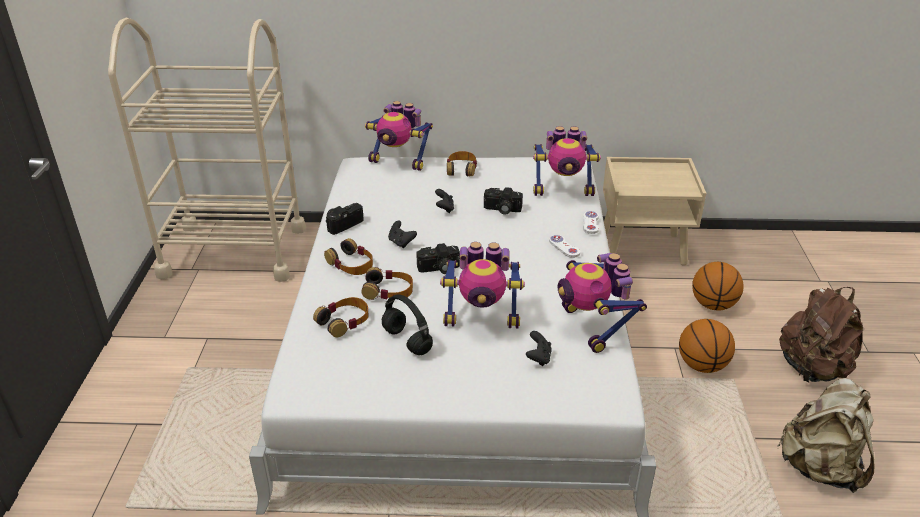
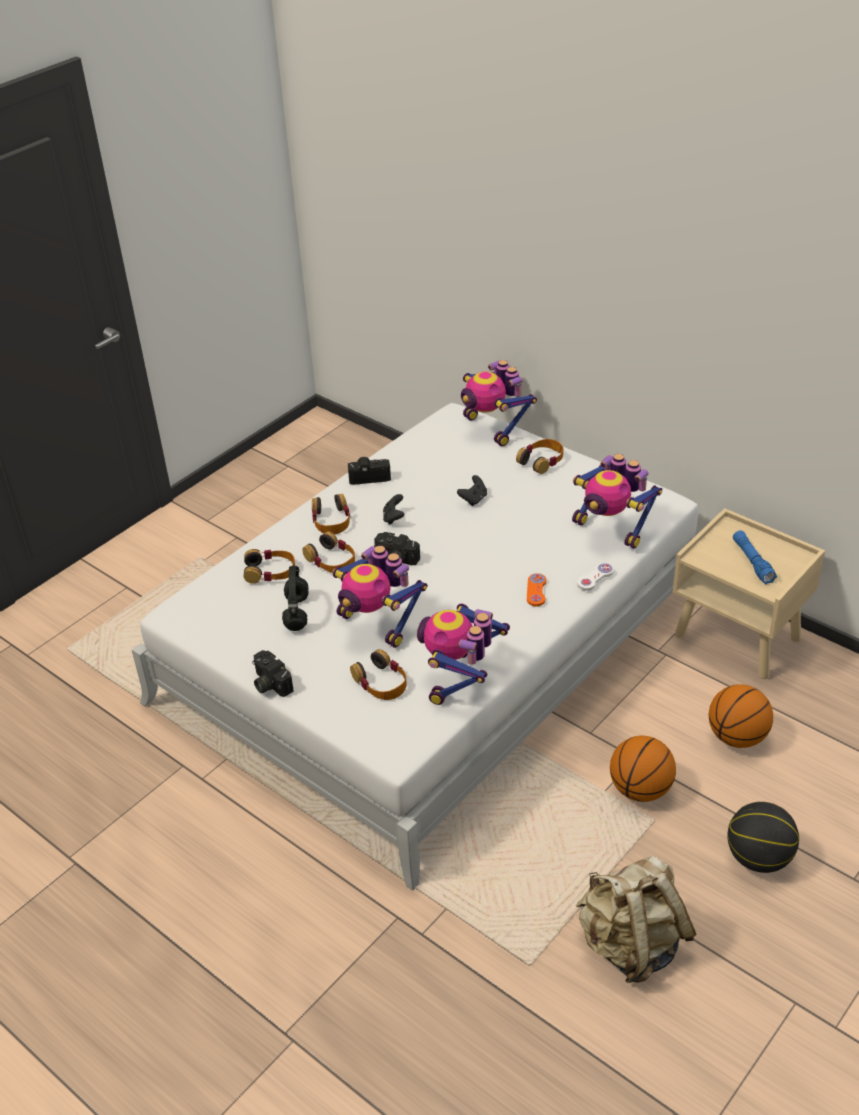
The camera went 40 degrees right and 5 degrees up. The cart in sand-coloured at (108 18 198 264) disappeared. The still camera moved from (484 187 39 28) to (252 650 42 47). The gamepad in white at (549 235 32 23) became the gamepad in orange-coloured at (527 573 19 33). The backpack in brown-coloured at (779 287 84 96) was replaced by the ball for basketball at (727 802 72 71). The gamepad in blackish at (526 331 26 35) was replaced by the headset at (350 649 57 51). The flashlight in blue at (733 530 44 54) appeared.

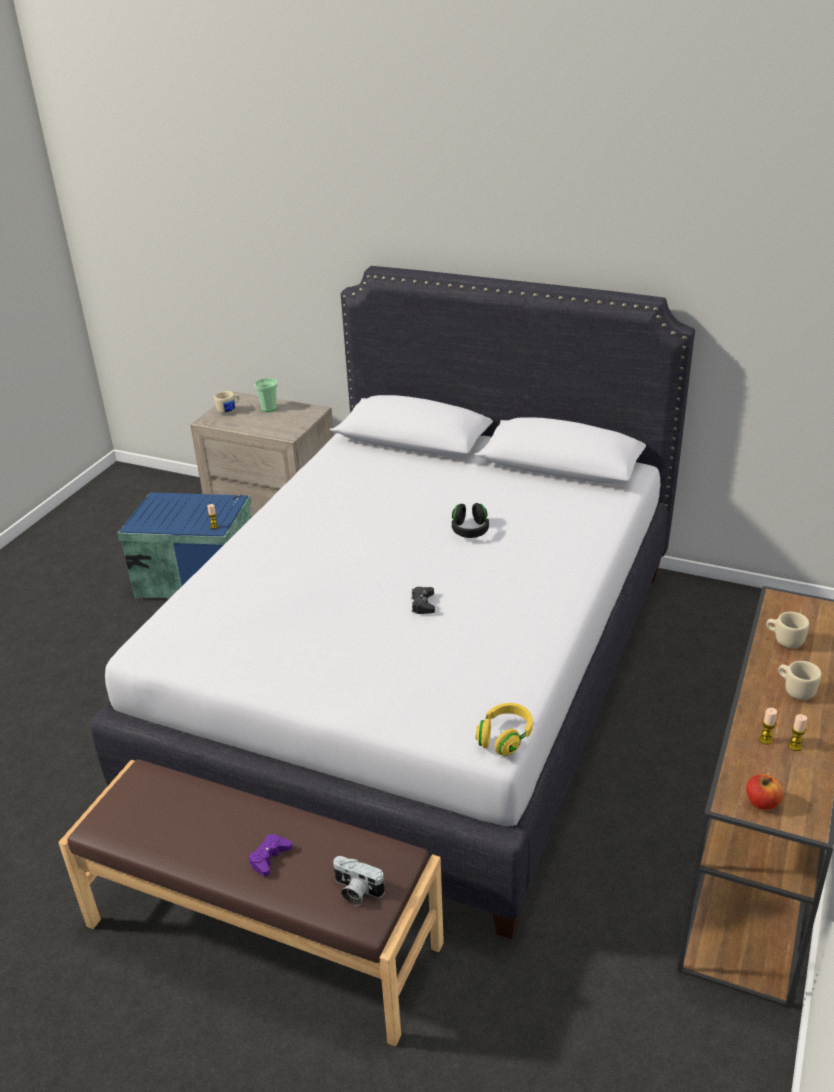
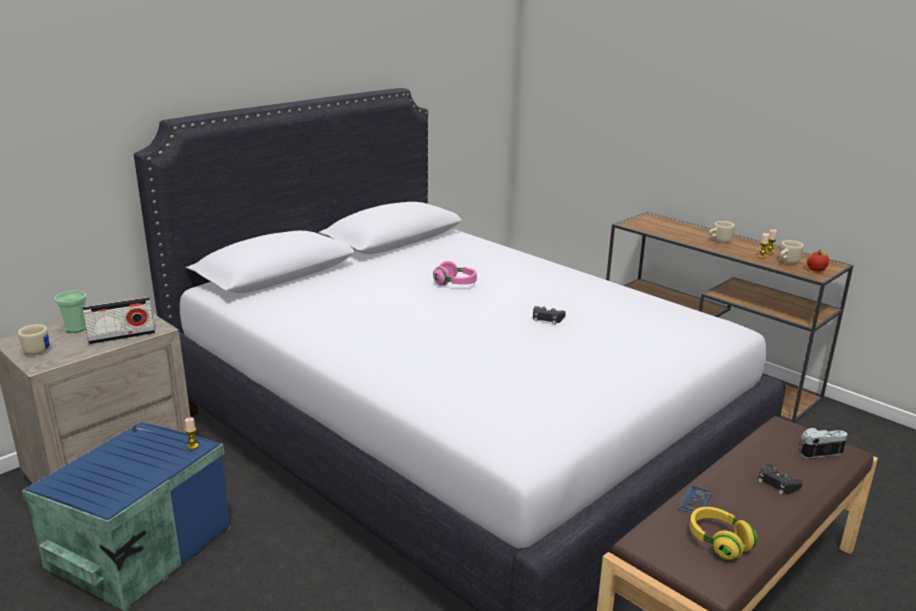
The camera went 70 degrees left and 10 degrees down. The headset in blackish at (452 503 37 35) became the headset in pinkish at (433 261 44 25). The mug in sand-coloured moved from (766 612 43 36) to (780 240 24 24). The headset in yellow moved from (476 703 57 53) to (689 507 68 53). The gamepad in purple-coloured at (249 834 43 42) became the gamepad in blackish at (758 464 45 31). The still camera at (333 856 52 50) turned 150 degrees counterclockwise. The radio receiver at (82 297 73 47) appeared. The phone at (678 485 34 28) appeared.

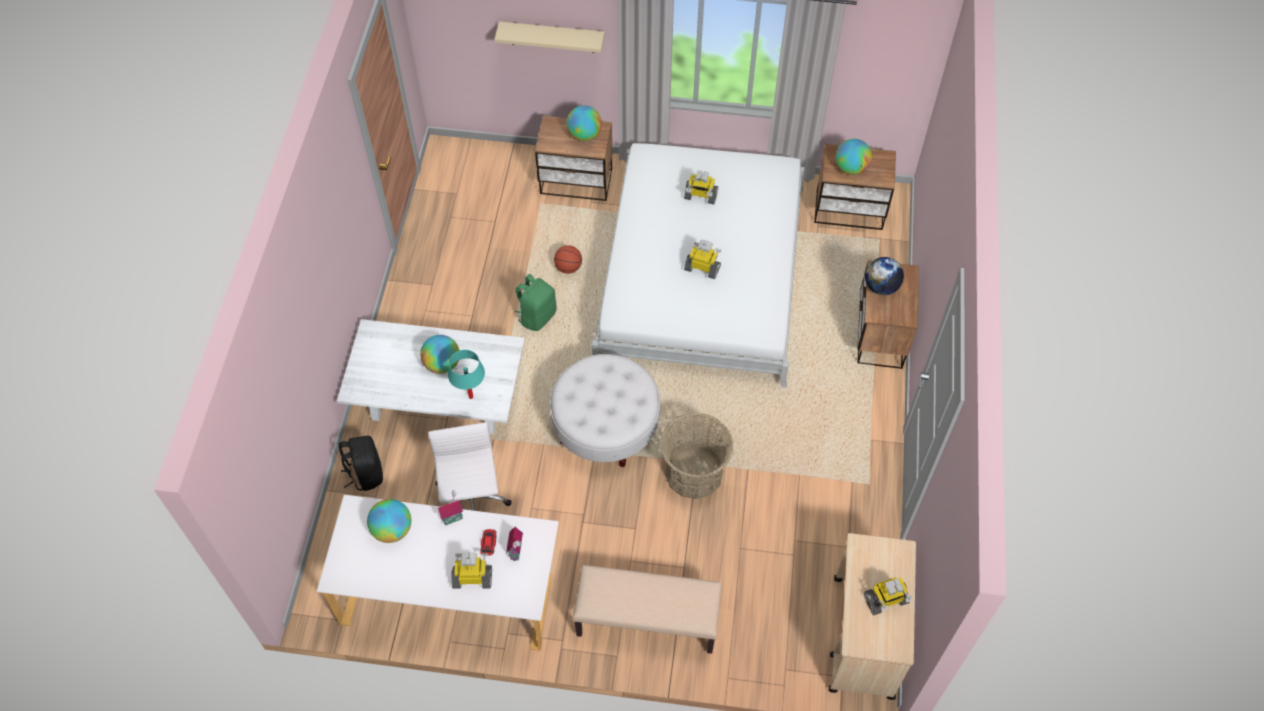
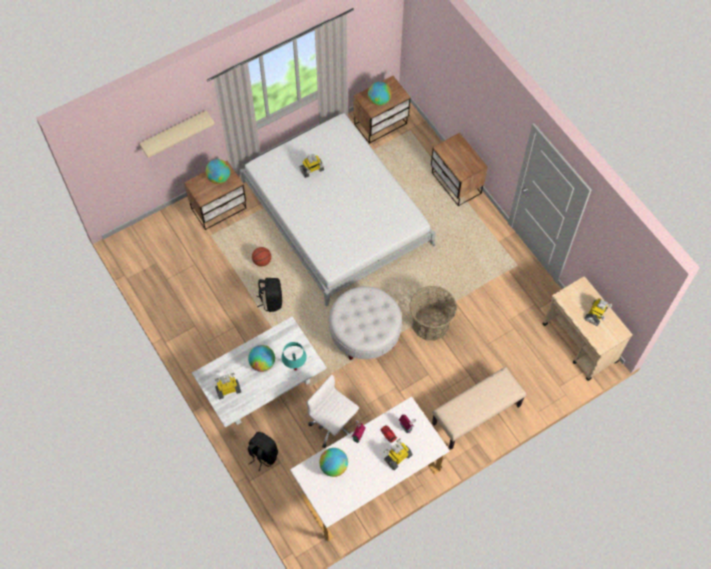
The camera went 40 degrees left and 5 degrees up. The model robot moved from (684 240 37 39) to (215 373 26 27). The world globe at (865 257 39 38) disappeared. The backpack in green-coloured at (514 274 43 57) became the backpack in blackish at (256 278 26 34).

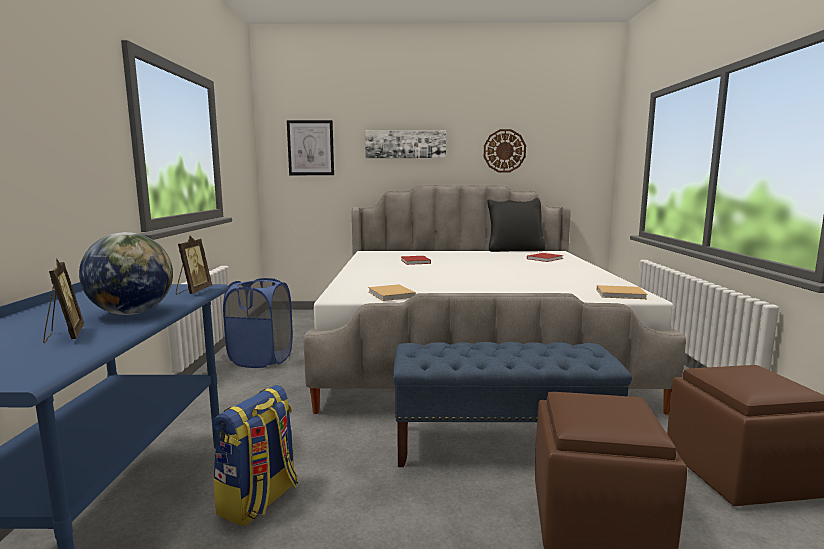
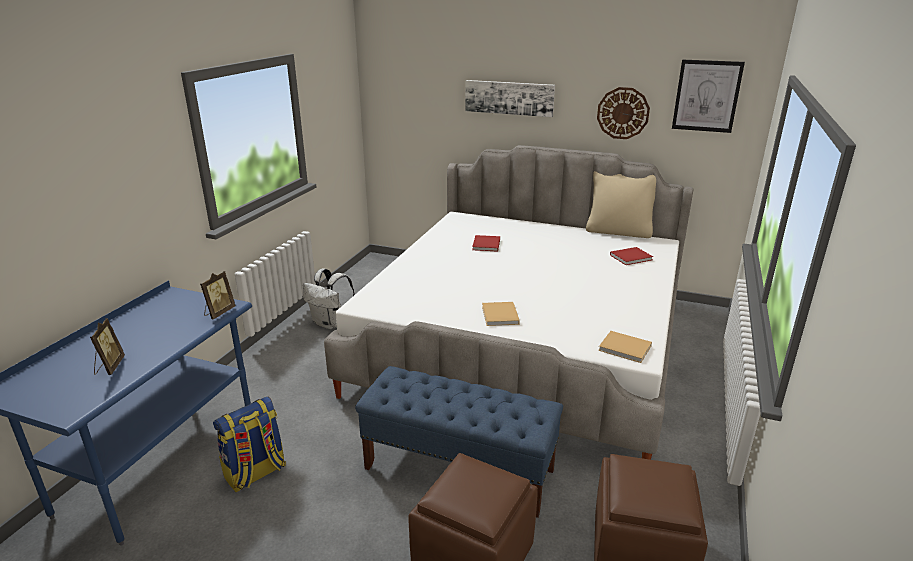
The camera went 20 degrees right and 15 degrees up. The wall picture moved from (287 120 47 55) to (672 60 73 73). The cushion in blackish at (487 198 58 54) became the cushion in sand-coloured at (586 171 70 67). The world globe at (79 232 94 83) disappeared. The laundry basket in blue at (223 278 70 90) was replaced by the backpack in white at (303 269 52 60). The book in sand-coloured moved from (368 284 48 17) to (482 302 38 24).

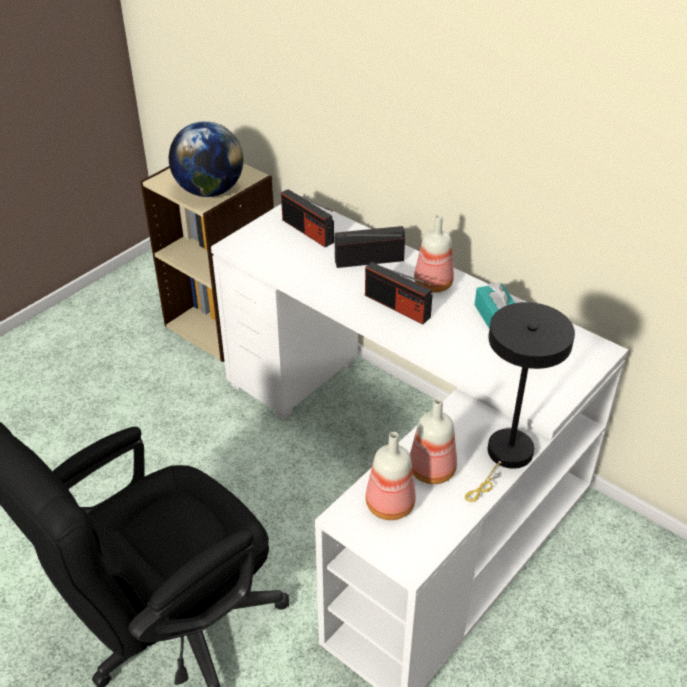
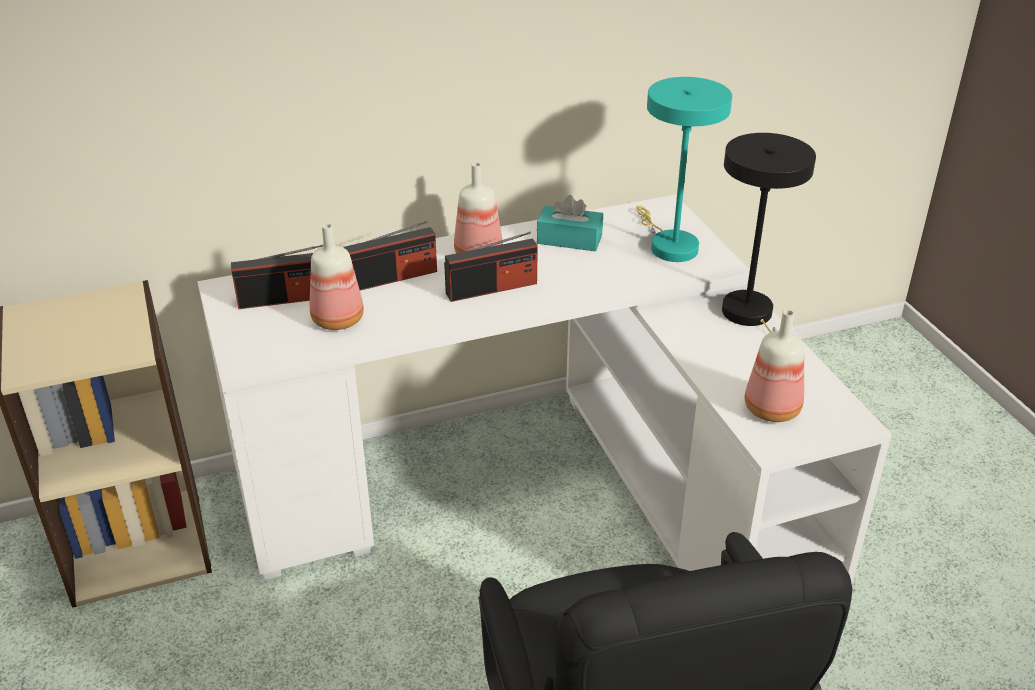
The camera went 60 degrees left and 5 degrees down. The world globe at (169 121 74 76) disappeared. The radio receiver at (335 226 70 42) turned 135 degrees counterclockwise. The beverage bottle moved from (410 398 47 86) to (310 224 54 106). The lamp for a table in turquoise at (636 77 96 185) appeared.

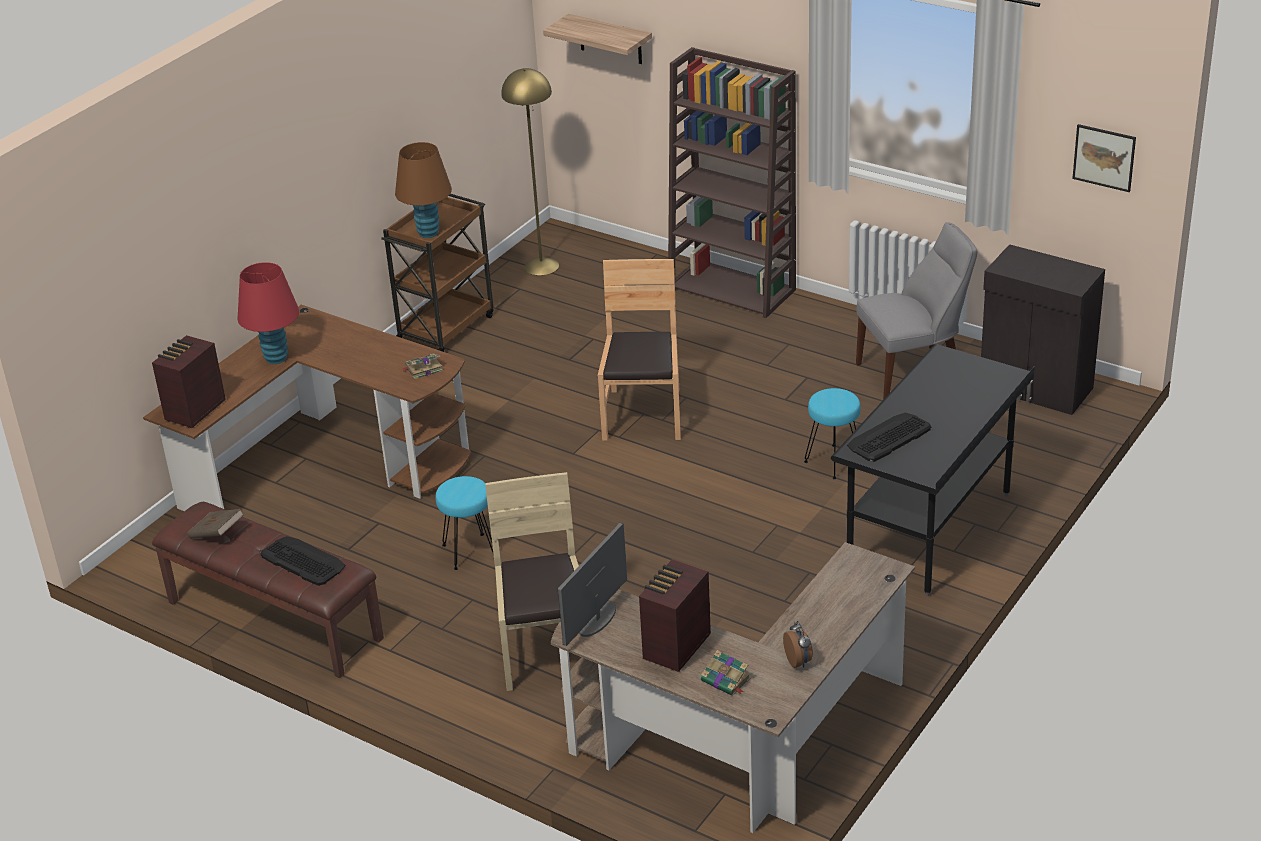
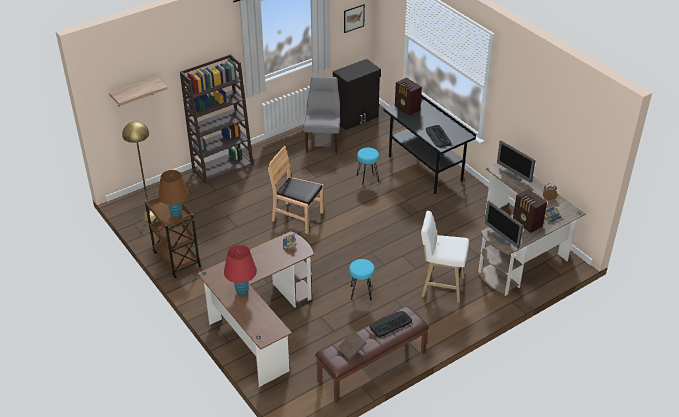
The camera went 70 degrees left and 5 degrees up. The radio receiver moved from (152 335 74 93) to (395 77 27 39). The plain chair in sand-coloured at (485 472 94 219) was replaced by the sitting stool in white at (421 211 48 92). The computer screen at (497 140 39 43) appeared.

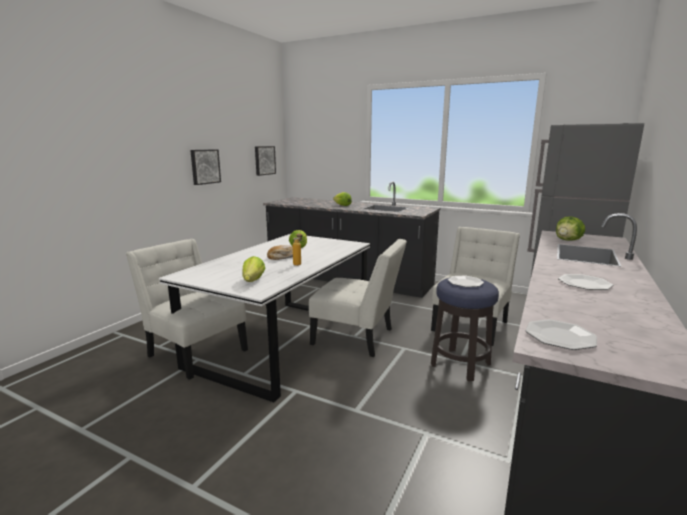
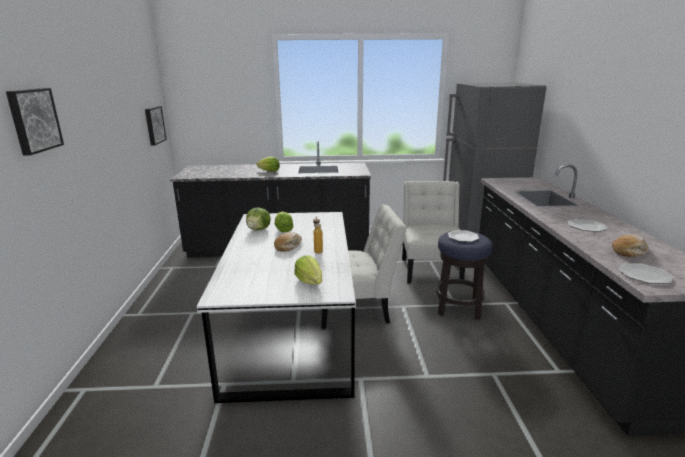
The camera went 30 degrees left and 5 degrees up. The wall picture moved from (190 149 31 36) to (6 88 58 68). The head of lettuce moved from (556 217 29 24) to (246 208 25 22). The plain chair in white at (126 239 122 141) disappeared. The bakery bread at (612 235 37 22) appeared.

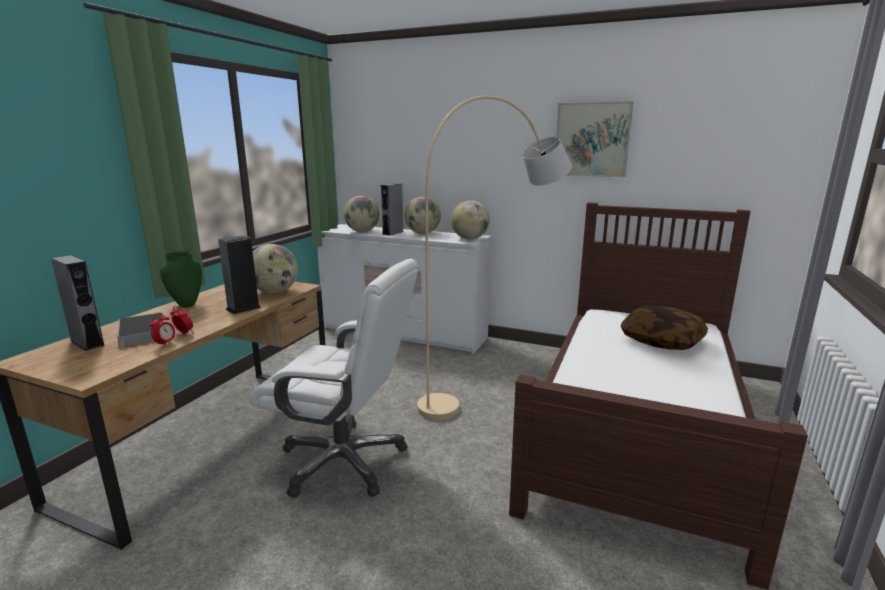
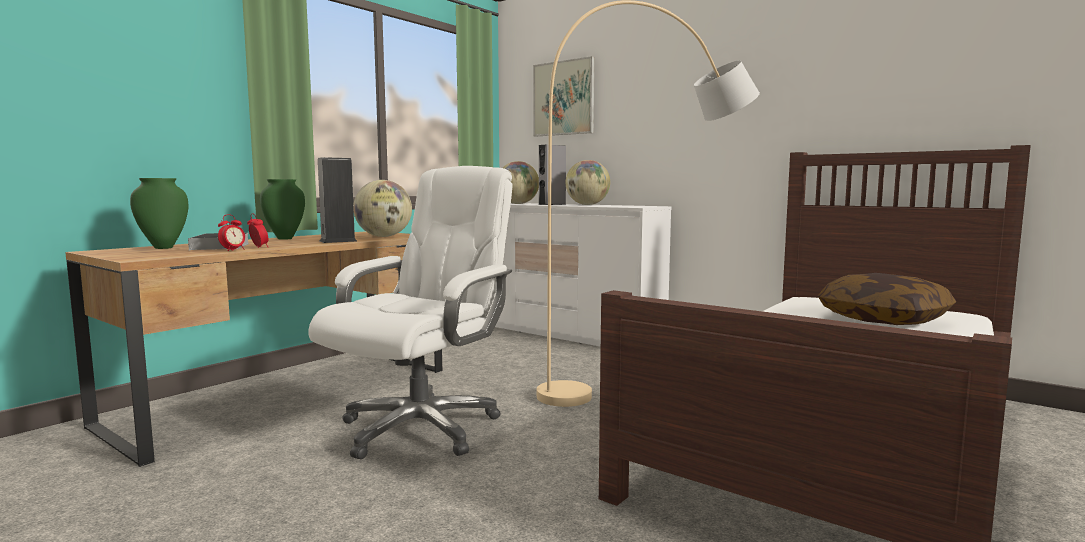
The camera went 15 degrees right and 10 degrees down. The wall picture moved from (556 101 77 76) to (533 56 61 81). The world globe at (451 200 39 39) disappeared. The loudspeaker in grey at (51 255 54 96) was replaced by the decorative vase in green-coloured at (130 178 59 71). The office chair in white at (250 259 168 239) turned 90 degrees counterclockwise.

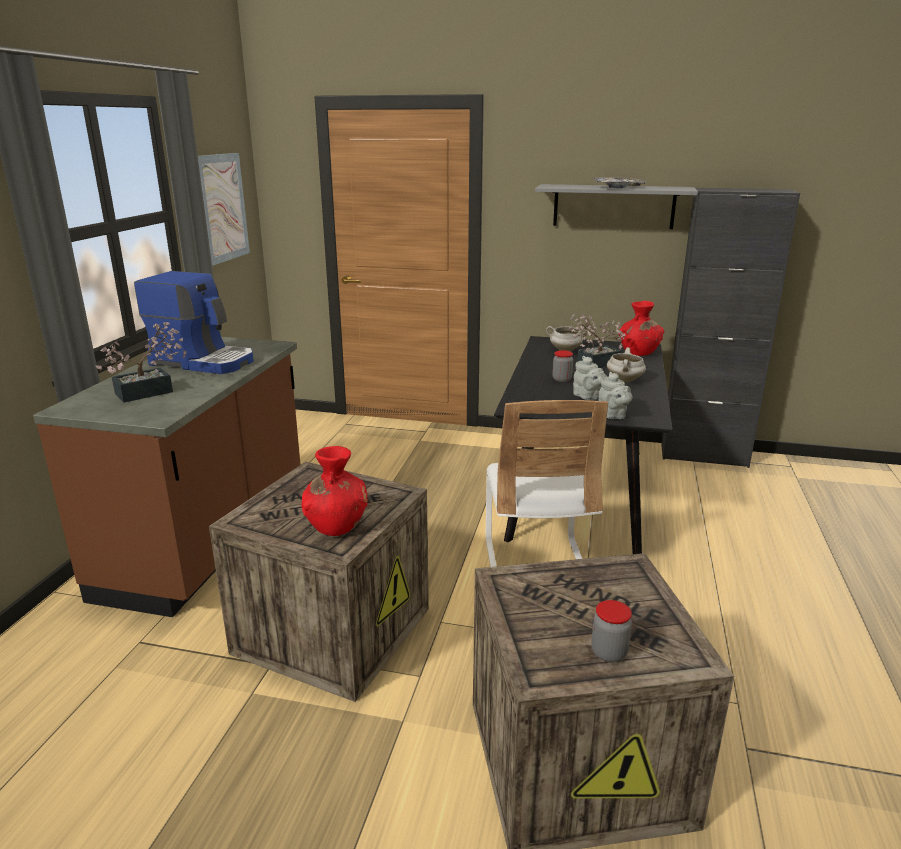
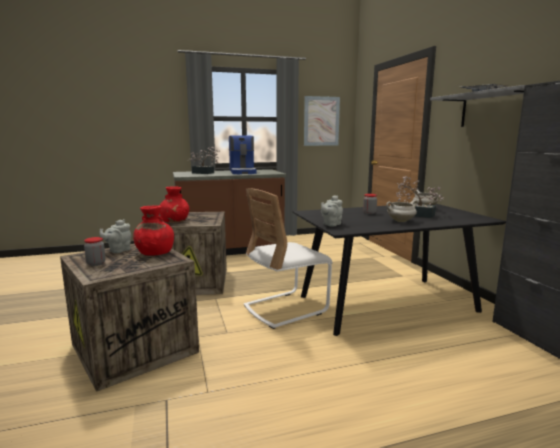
The camera went 60 degrees right and 10 degrees down. The decorative vase in red moved from (618 301 46 55) to (133 205 41 51). The tea pot in grey moved from (573 356 34 44) to (100 219 31 34).

